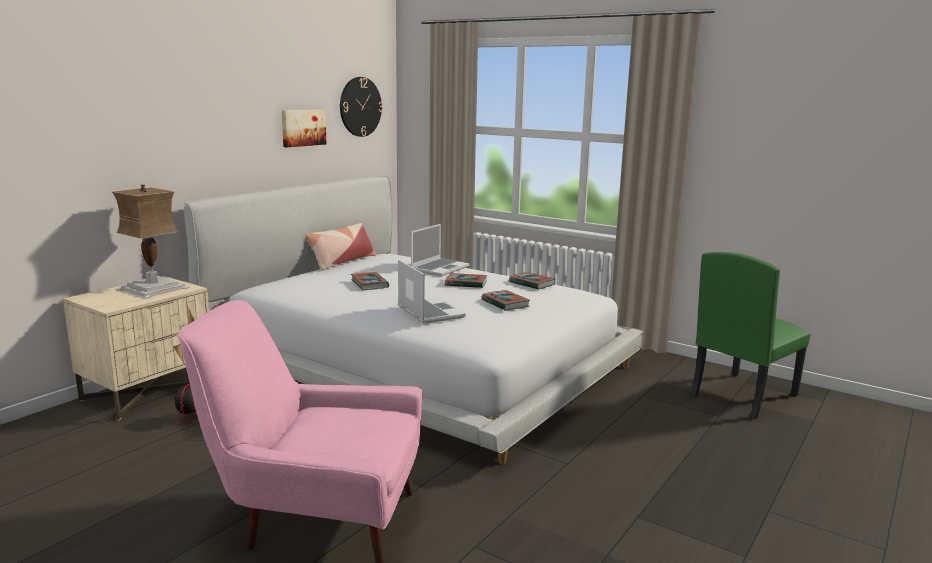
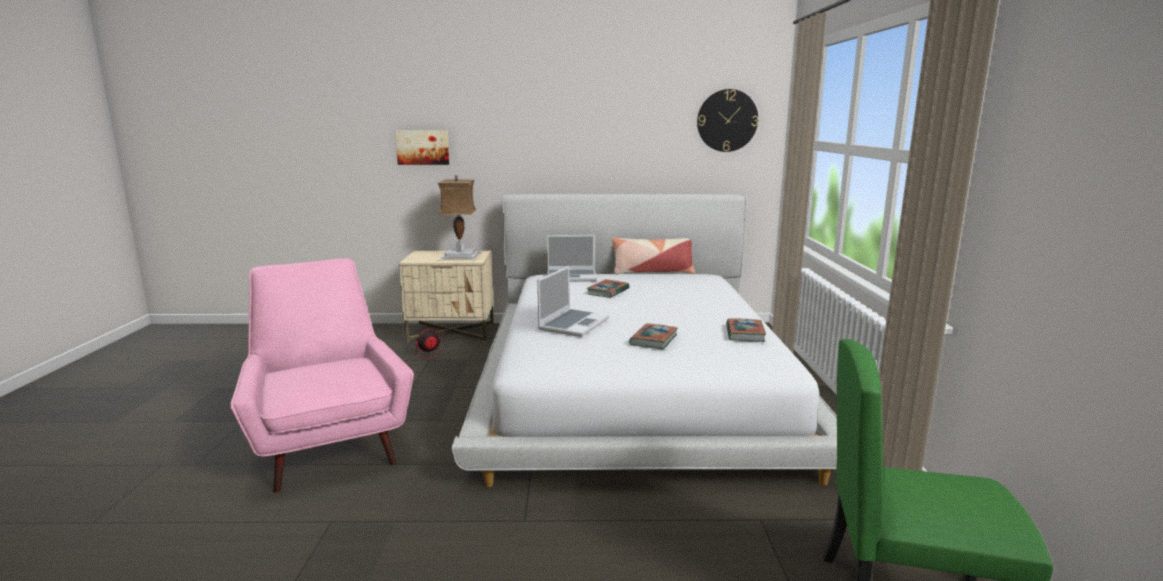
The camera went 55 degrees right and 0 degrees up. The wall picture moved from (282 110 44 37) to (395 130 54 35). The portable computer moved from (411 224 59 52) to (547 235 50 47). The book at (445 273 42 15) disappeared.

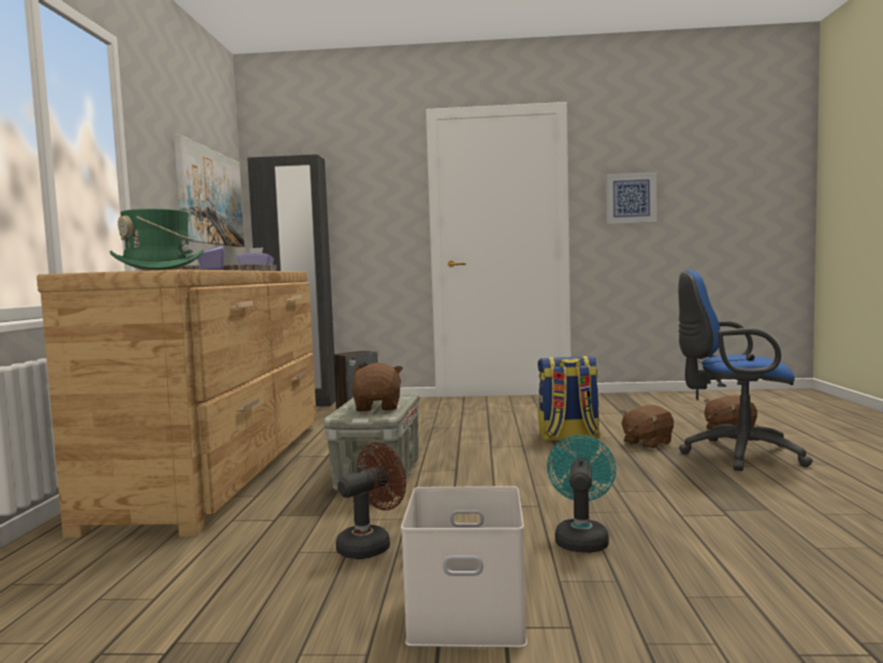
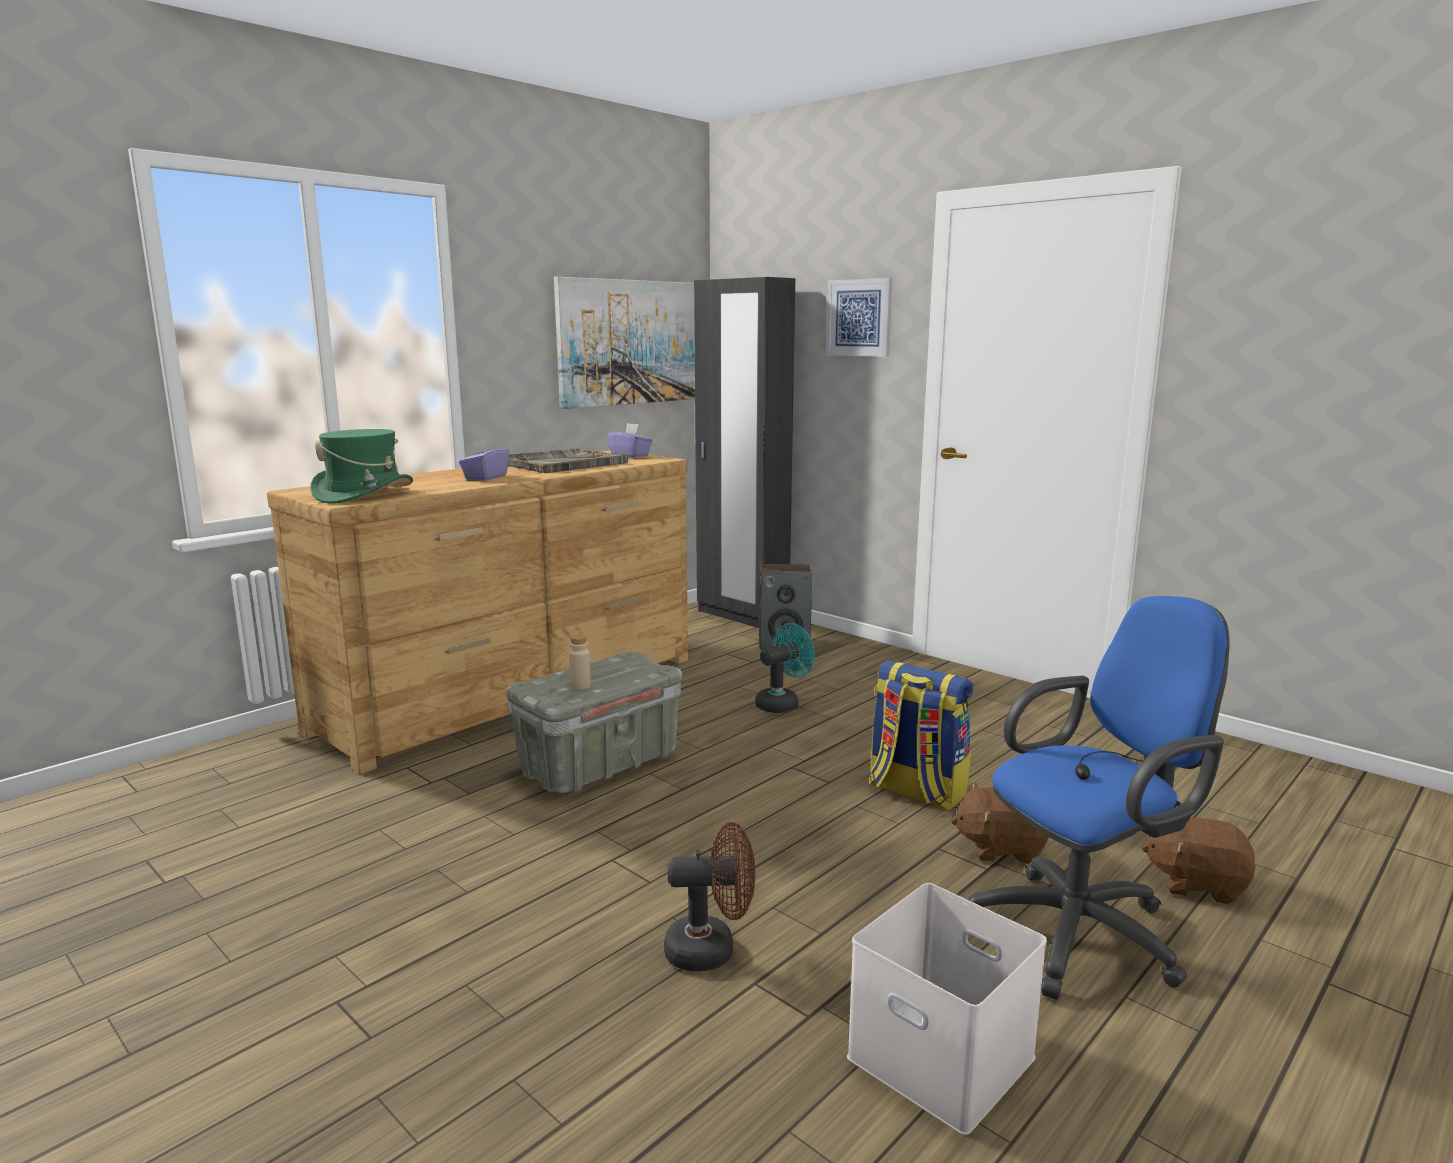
The camera went 40 degrees right and 10 degrees up. The wall picture moved from (606 172 51 52) to (826 278 67 79). The office chair in blue at (678 270 135 201) turned 105 degrees clockwise. The soft toy in brown-coloured at (352 362 51 49) was replaced by the beverage bottle in sand-coloured at (569 635 22 54). The electric fan in turquoise moved from (547 435 69 118) to (755 623 60 90). The electric fan in brown-coloured moved from (336 442 70 117) to (664 822 91 149). The storage box in white moved from (401 486 126 162) to (847 883 200 252).

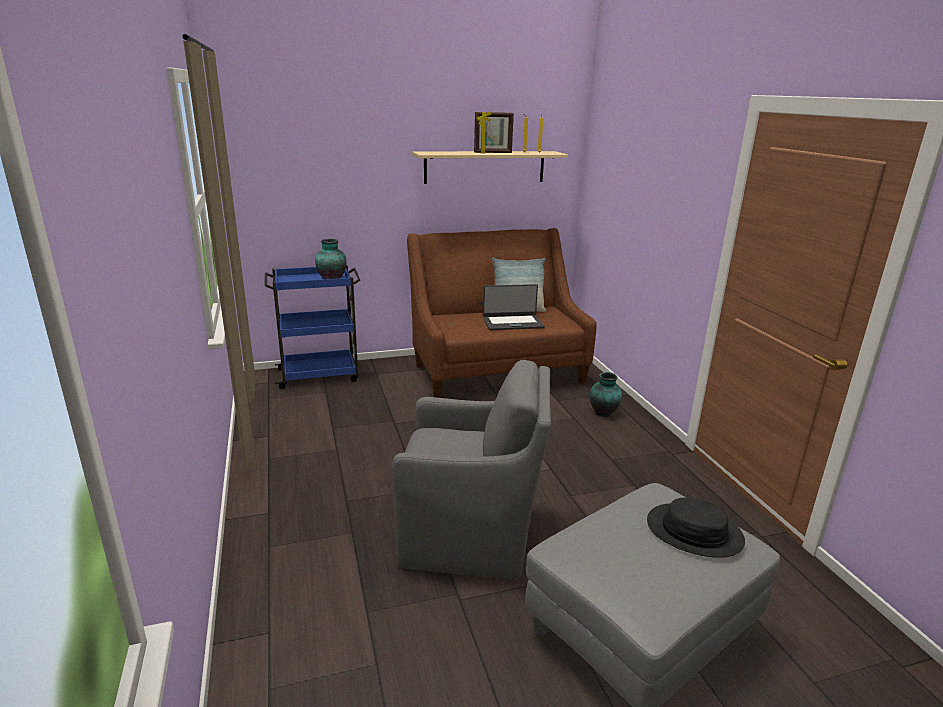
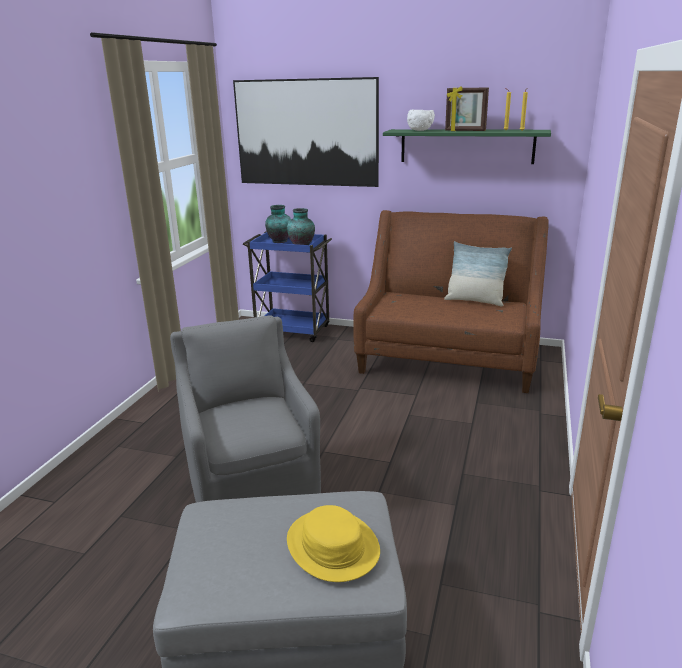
The camera went 35 degrees right and 0 degrees up. The shelf in sand-coloured at (412 151 156 33) became the shelf in green-coloured at (383 129 168 35). The portable computer at (483 284 61 46) disappeared. The lounge chair in grey at (392 360 159 219) turned 150 degrees counterclockwise. The decorative vase moved from (590 372 32 45) to (265 205 26 38). The hat in blackish at (647 498 98 60) became the hat in yellow at (287 505 93 77). The wall picture at (233 77 146 110) appeared. The bowl in white at (407 110 28 21) appeared.

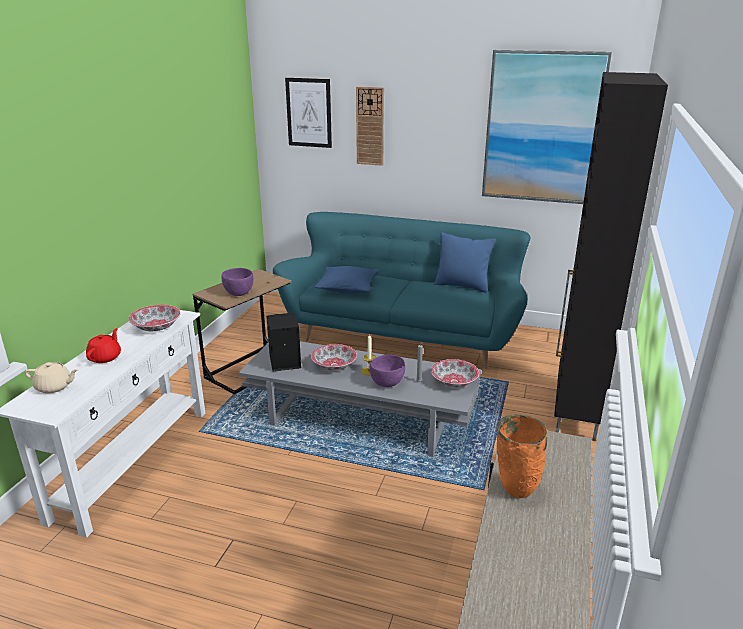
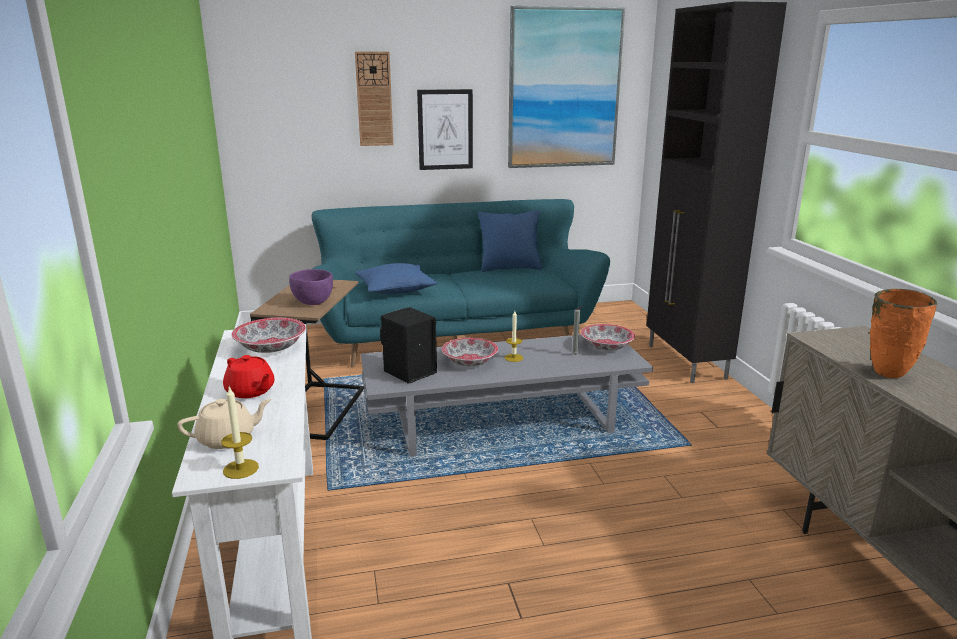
The camera went 30 degrees left and 5 degrees down. The wall picture moved from (285 78 47 70) to (417 89 56 81). The tea pot in red at (86 328 35 35) turned 150 degrees clockwise. The bowl in purple-coloured at (370 355 35 32) disappeared. The wax candle at (221 386 38 93) appeared.

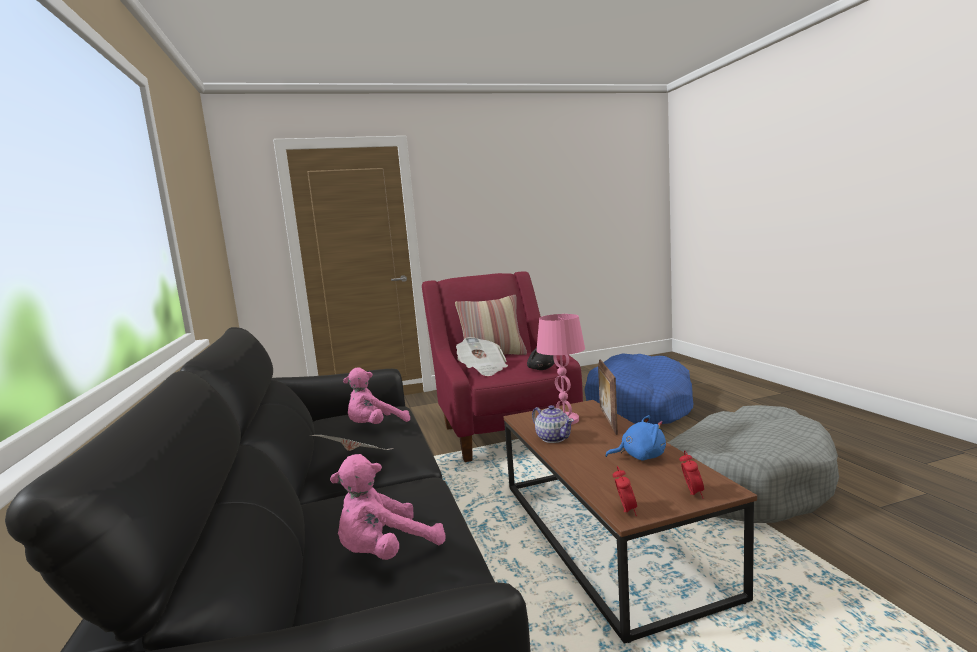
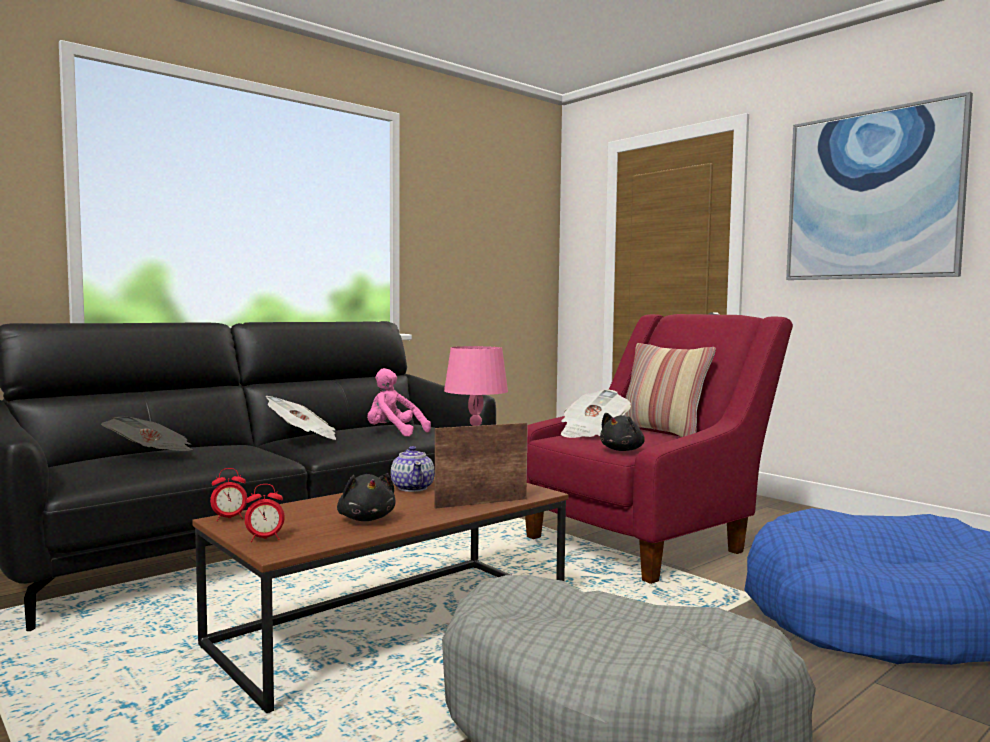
The camera went 65 degrees right and 5 degrees down. The tea pot at (532 405 42 38) turned 45 degrees counterclockwise. The soft toy in blue at (605 415 61 46) became the soft toy in blackish at (337 473 58 48). The soft toy in pinkish at (330 454 116 106) was replaced by the daily paper at (101 417 92 34). The wall picture at (786 92 187 188) appeared.

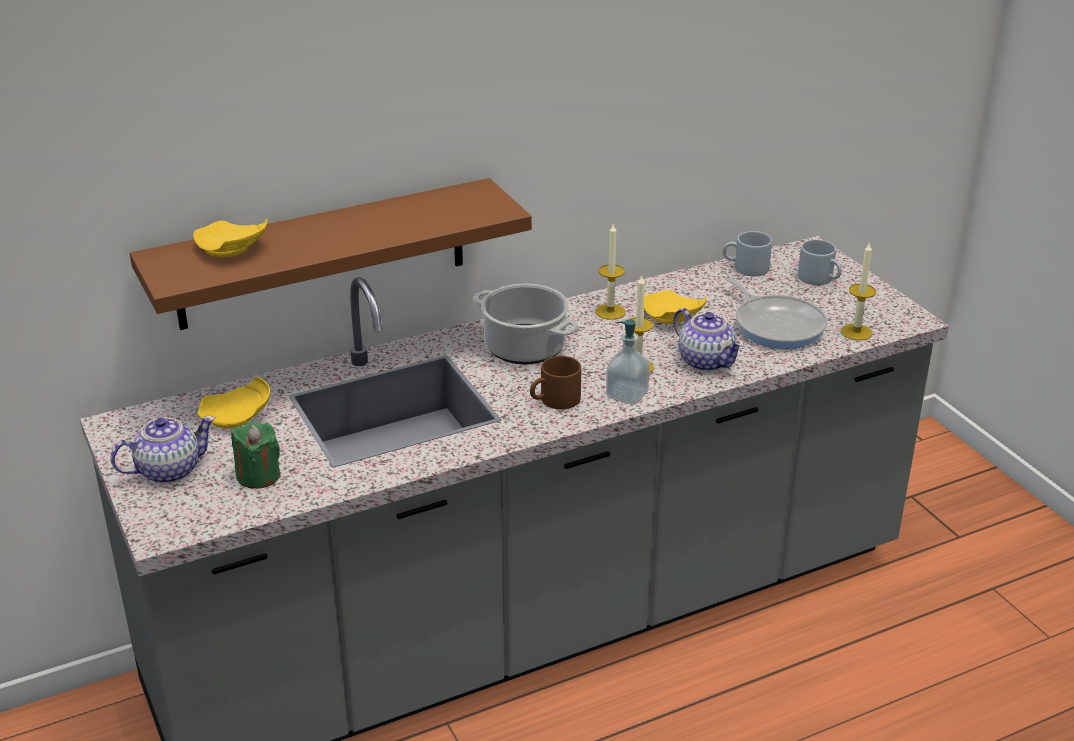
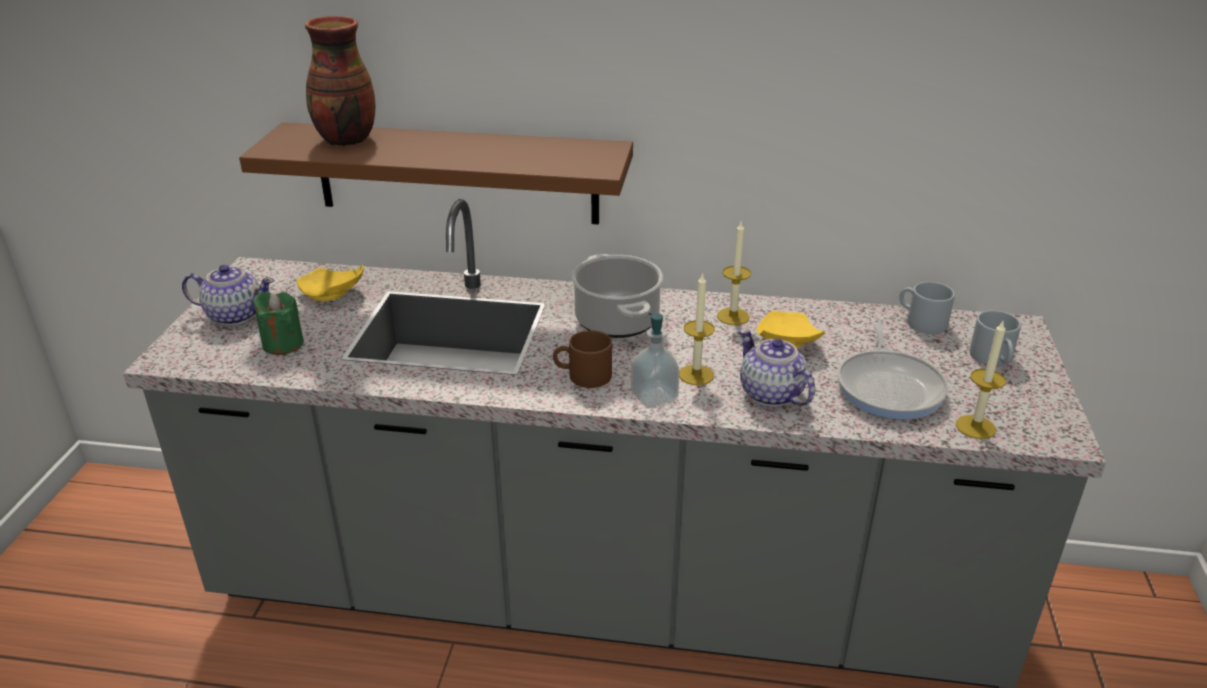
The camera went 35 degrees right and 0 degrees up. The dinner plate in yellow at (193 219 75 39) was replaced by the decorative vase at (305 16 70 130). The tea pot at (673 308 71 64) turned 150 degrees clockwise.

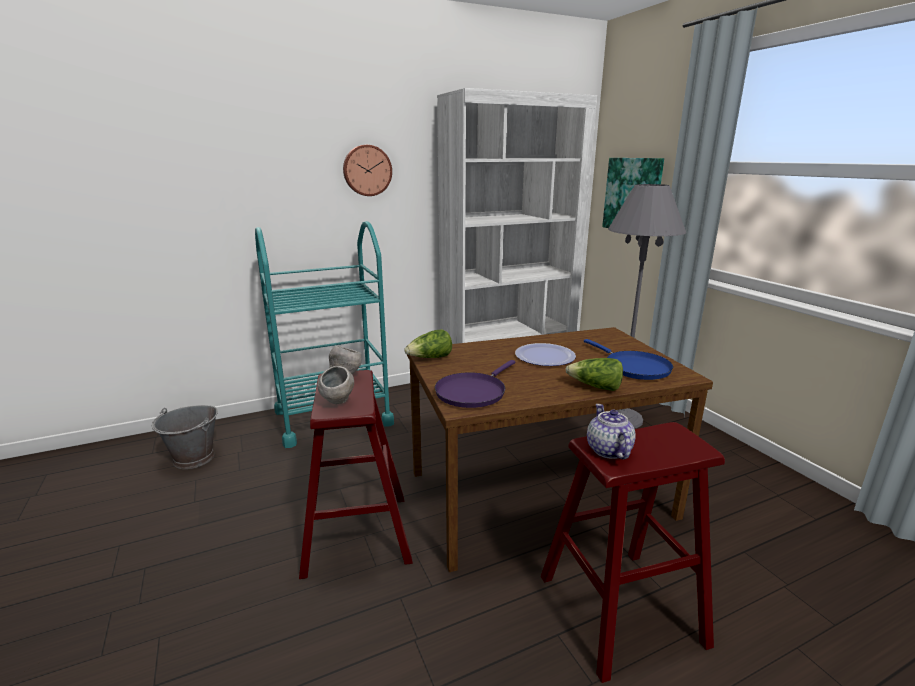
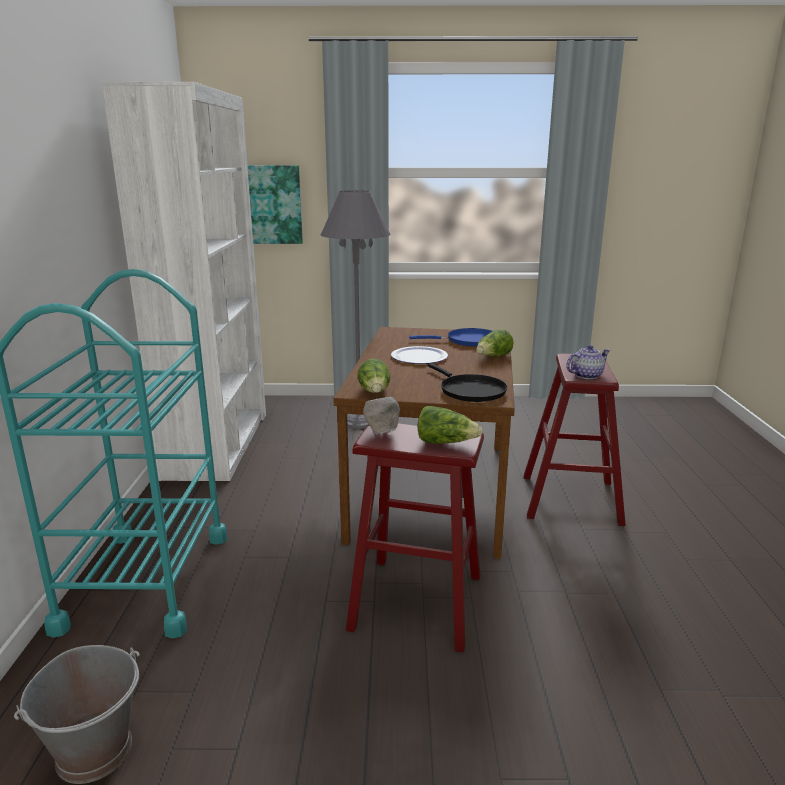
The camera went 65 degrees left and 0 degrees up. The clock on the wall at (343 145 49 51) disappeared. The pan in purple-coloured at (435 360 81 48) became the pan in blackish at (428 363 80 39). The bowl in grey at (318 366 36 38) was replaced by the head of lettuce at (418 406 65 38). The tea pot at (587 404 49 56) turned 135 degrees clockwise.

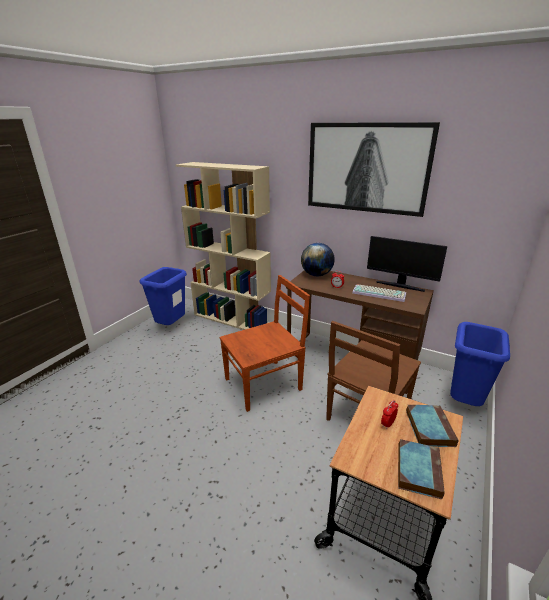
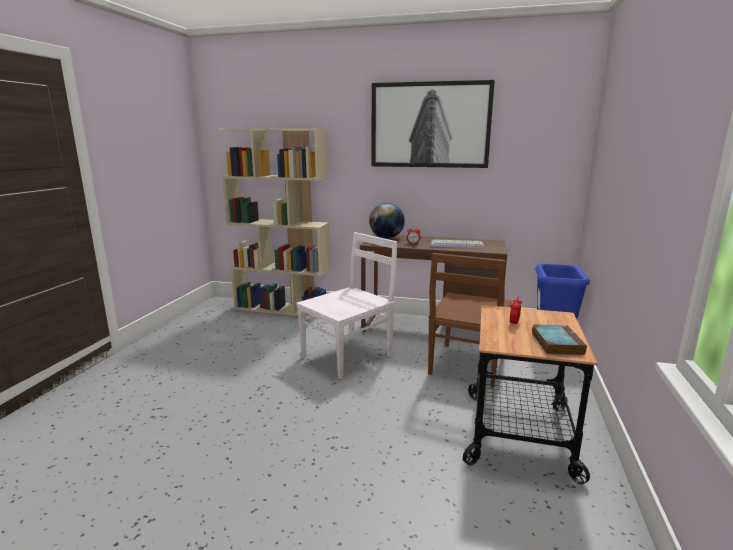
The camera went 15 degrees left and 10 degrees down. The computer screen at (367 236 80 56) disappeared. The trash can in blue at (140 267 47 58) disappeared. The plain chair in brown-coloured at (220 275 90 137) became the plain chair in white at (296 232 101 147). The book at (406 405 52 42) disappeared.

